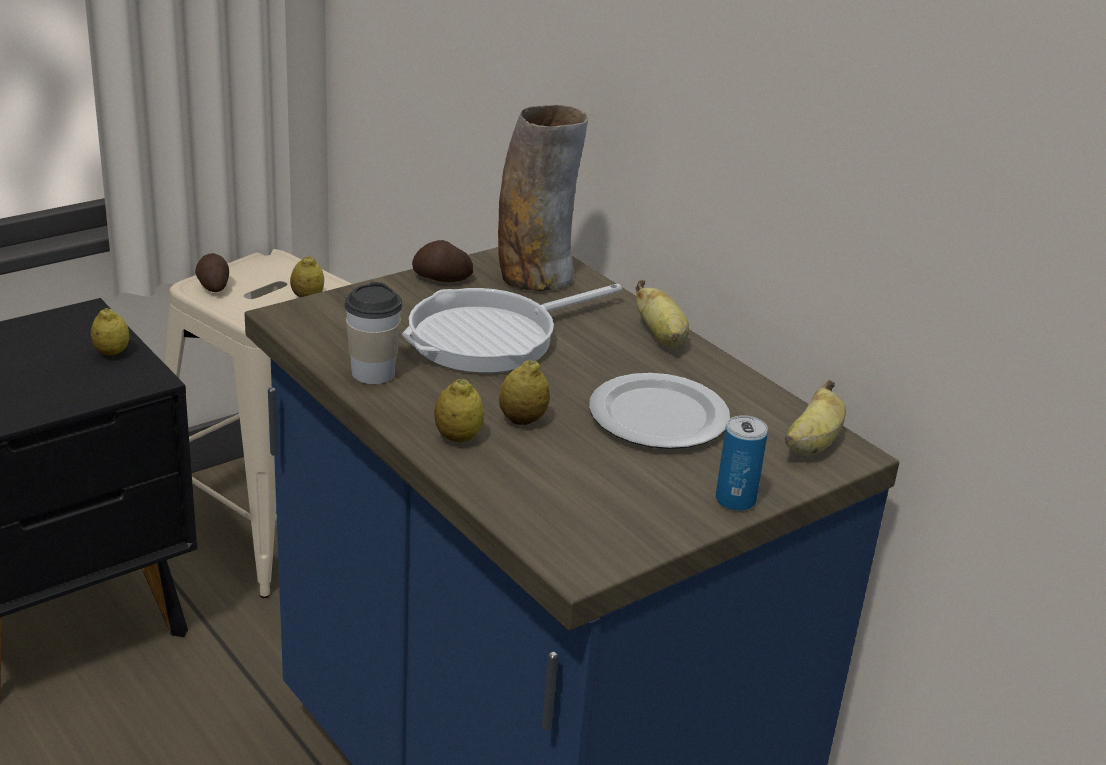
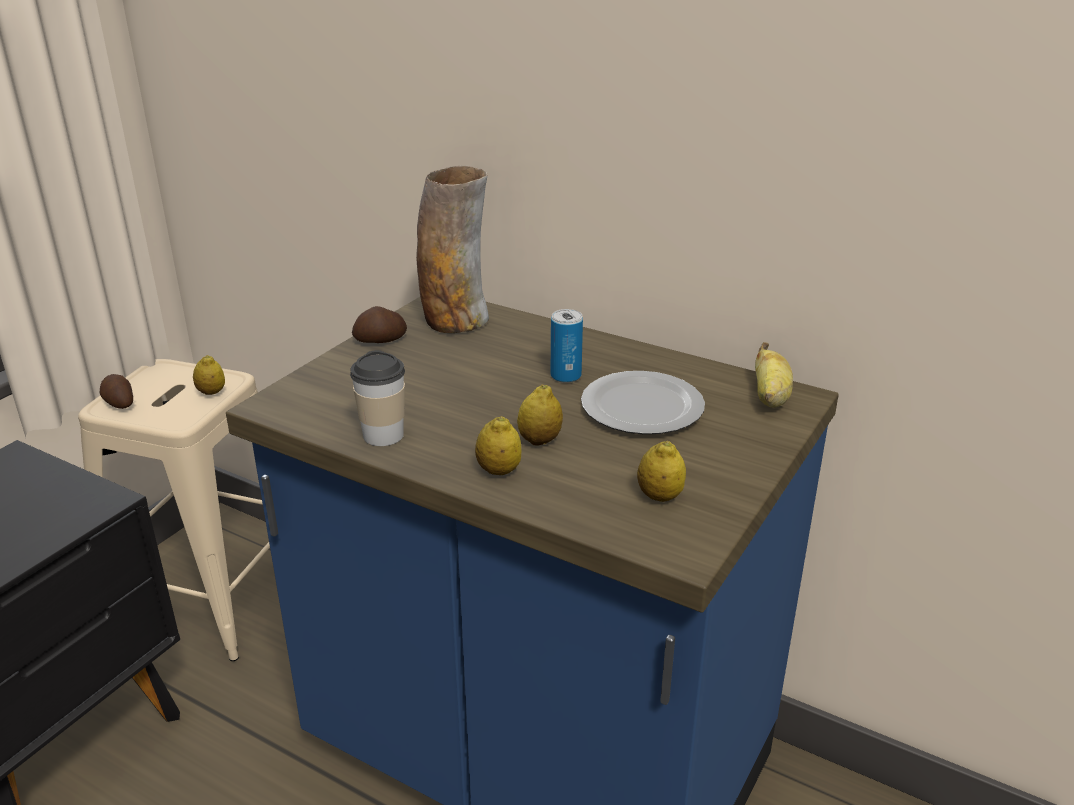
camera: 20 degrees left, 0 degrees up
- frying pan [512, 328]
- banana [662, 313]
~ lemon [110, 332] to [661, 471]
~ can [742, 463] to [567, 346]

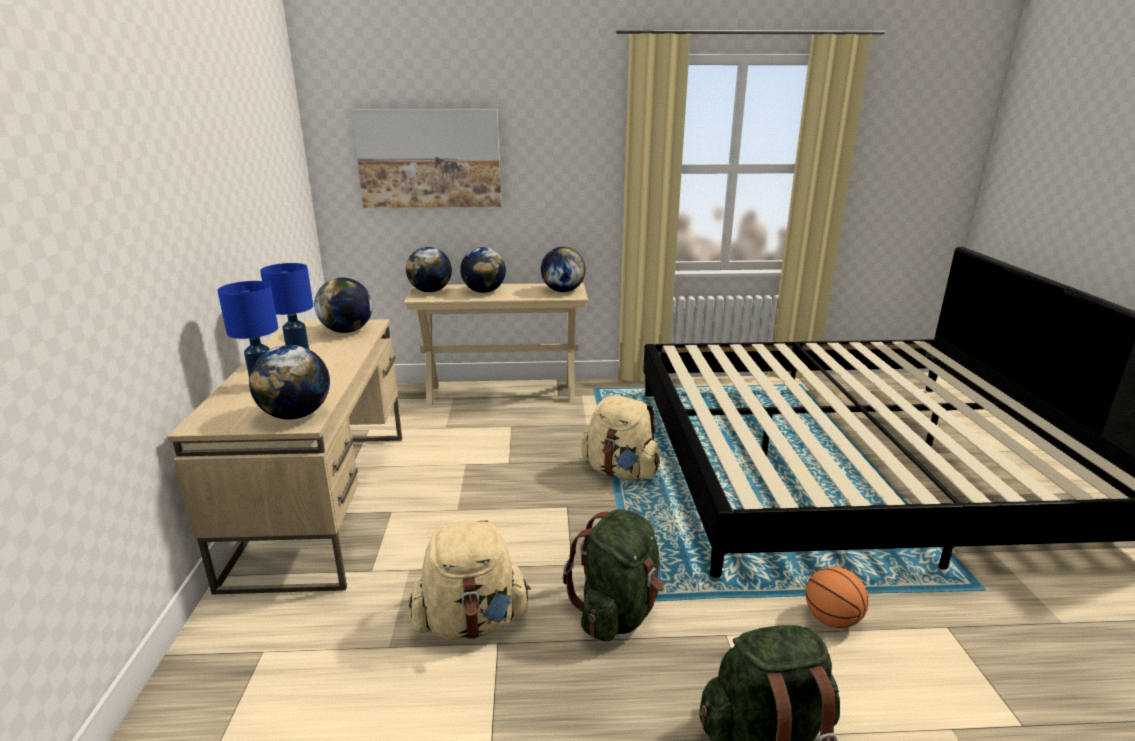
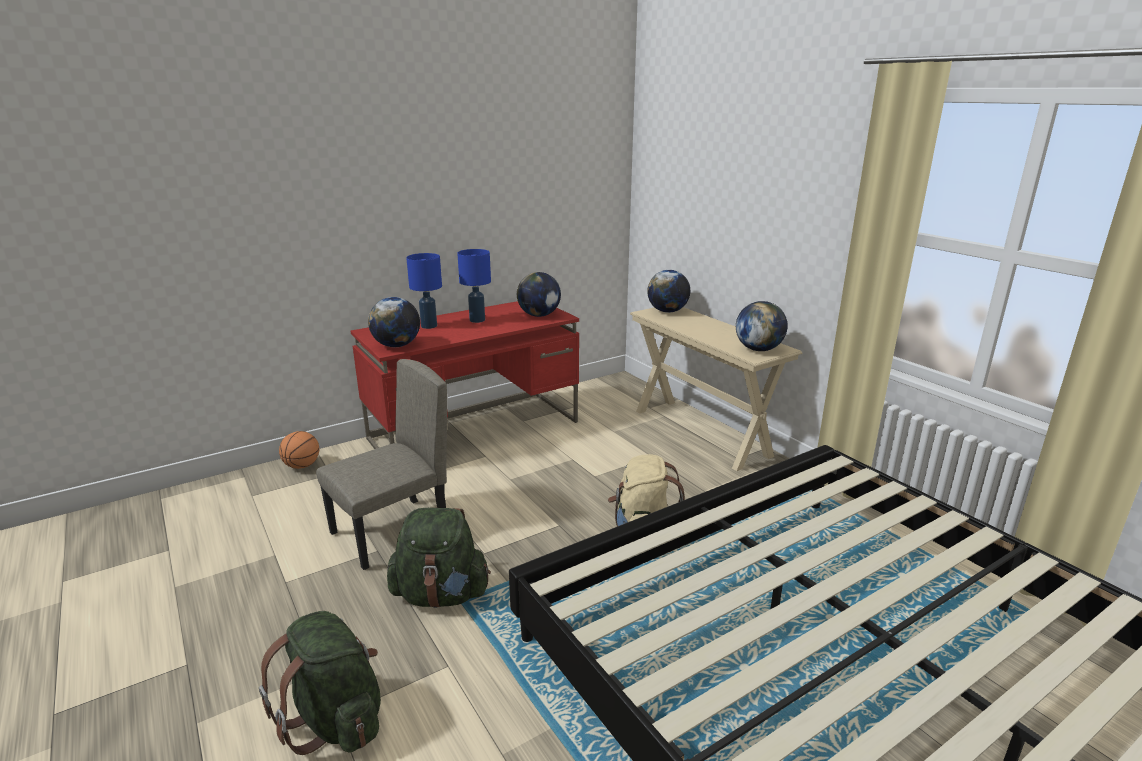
camera: 60 degrees right, 0 degrees up
- picture [426, 158]
- globe [483, 270]
~ basketball [837, 597] to [299, 450]
~ backpack/beige [470, 580] to chair/beige [381, 464]
~ desk/beige [284, 457] to desk/red [465, 375]

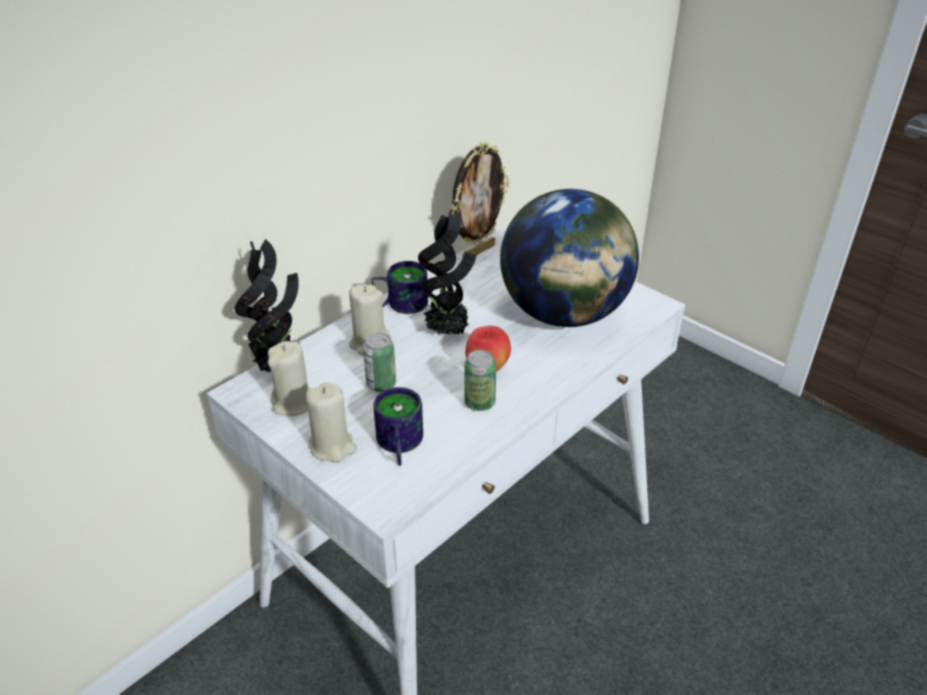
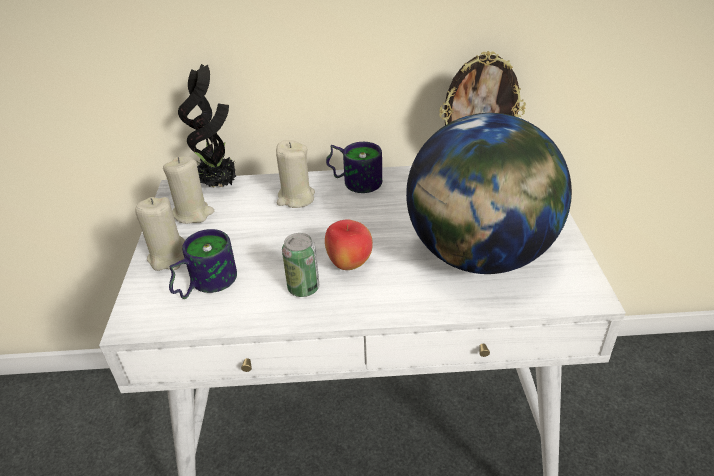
camera: 45 degrees right, 0 degrees up
- can [379, 362]
- potted plant [447, 272]

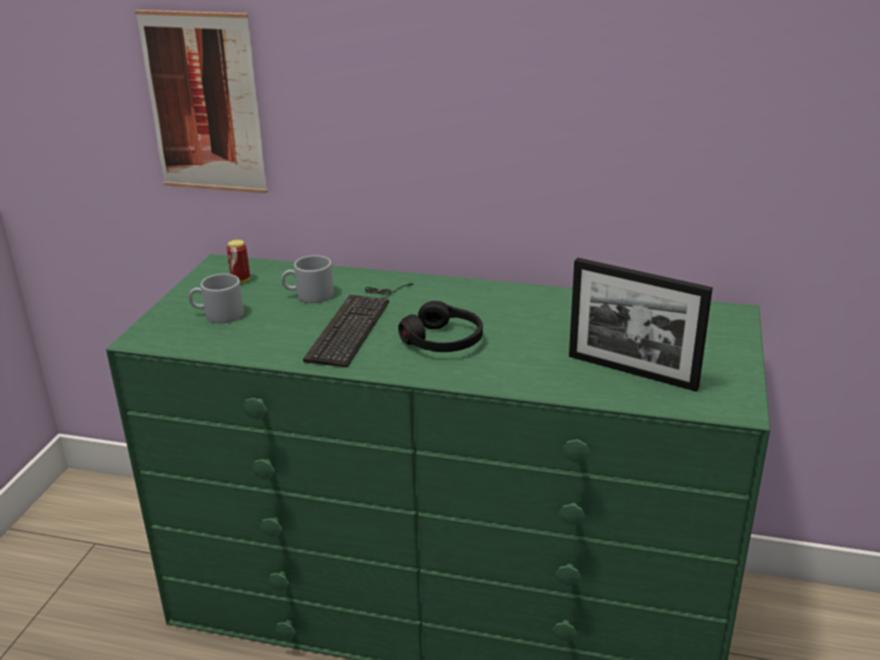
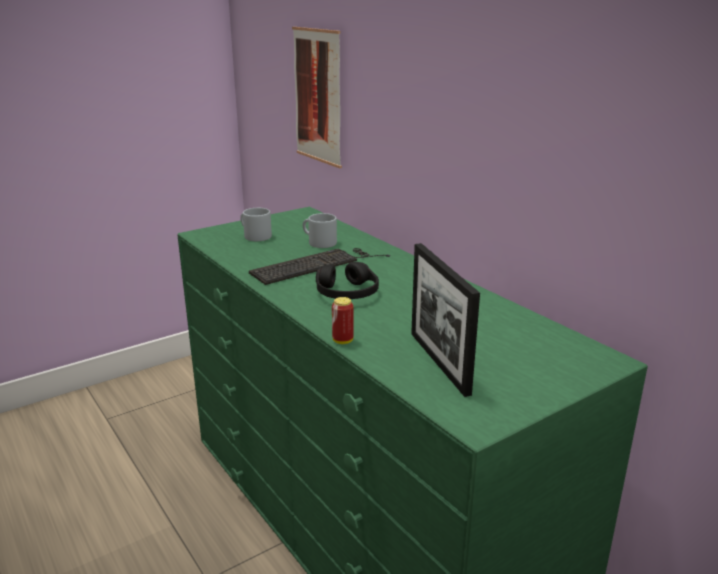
camera: 40 degrees right, 5 degrees down
~ can [238, 261] to [343, 320]

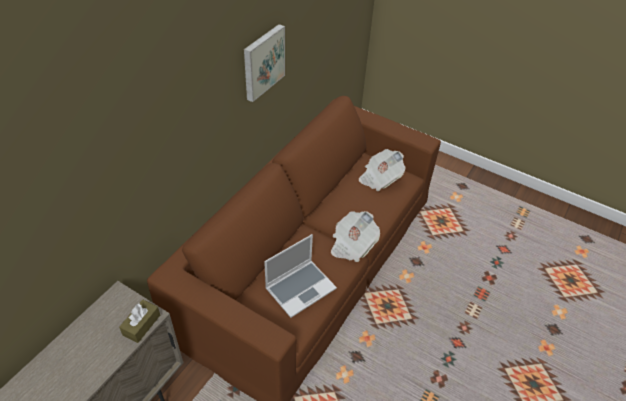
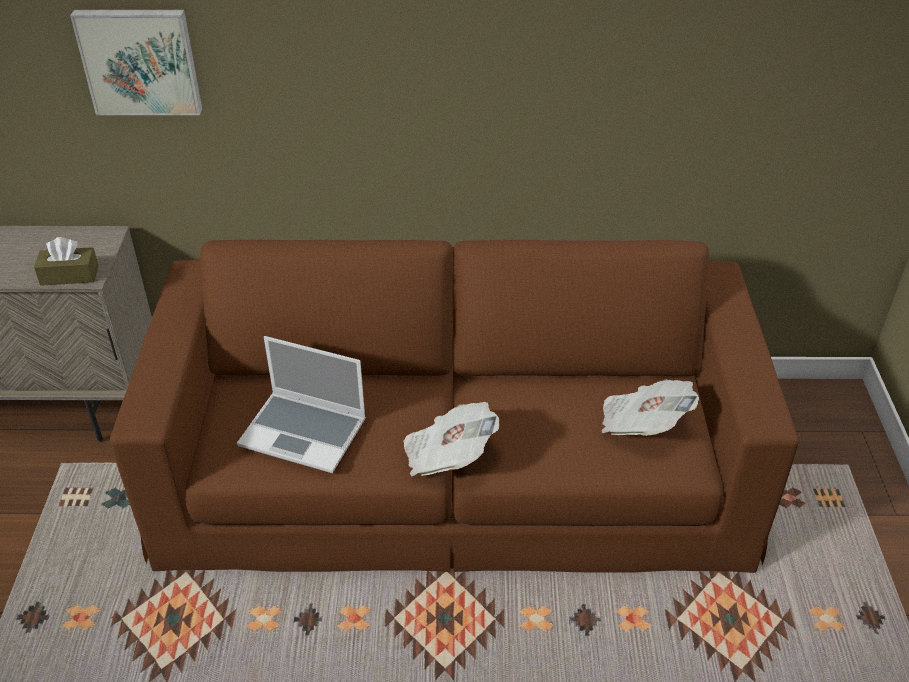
camera: 60 degrees right, 5 degrees down
~ picture [264, 63] to [136, 62]

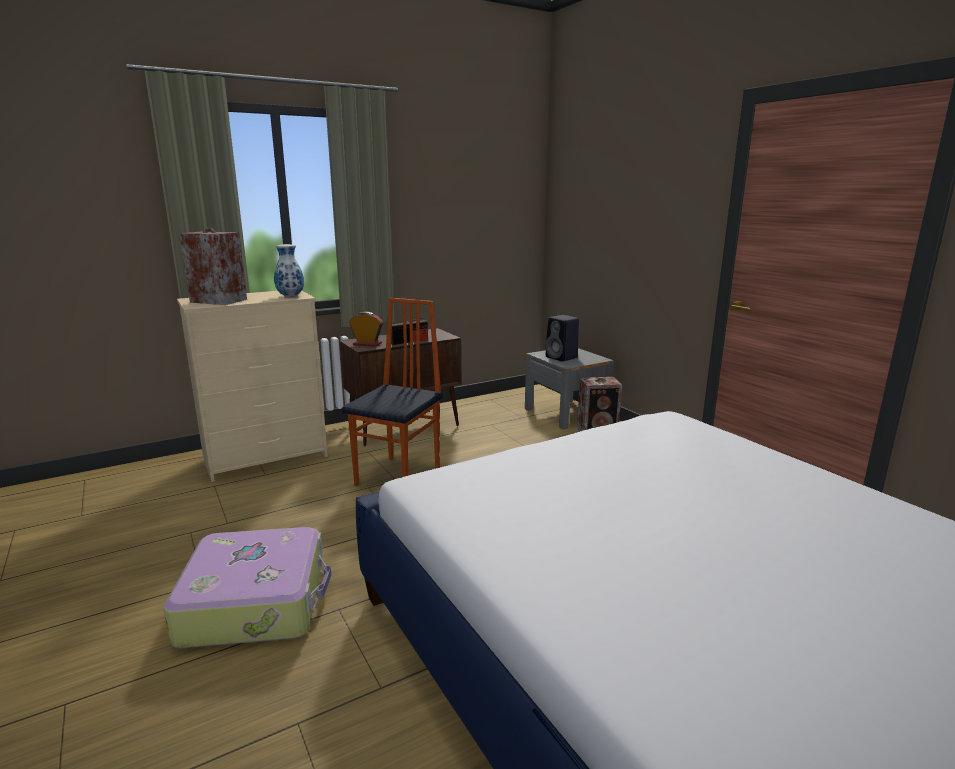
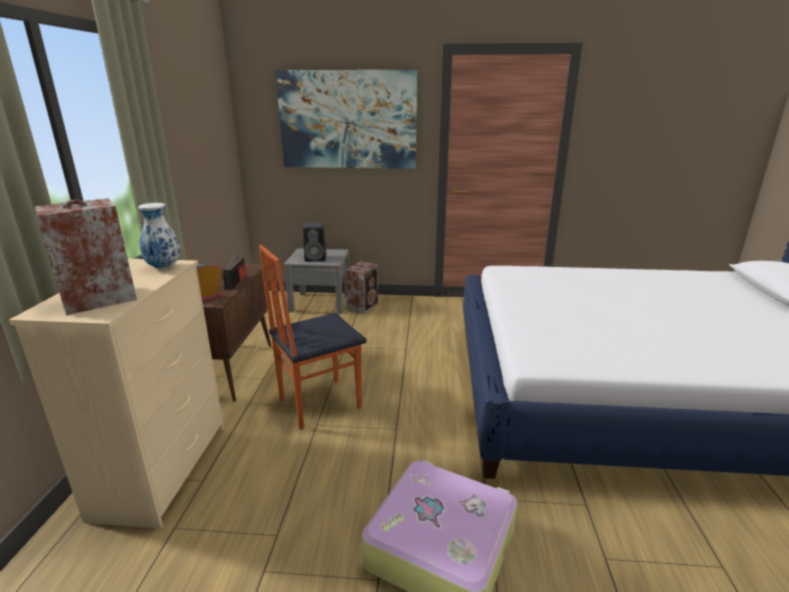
camera: 55 degrees left, 5 degrees up
+ picture [346, 119]
~ chair [392, 392] = [313, 337] 90 degrees counterclockwise

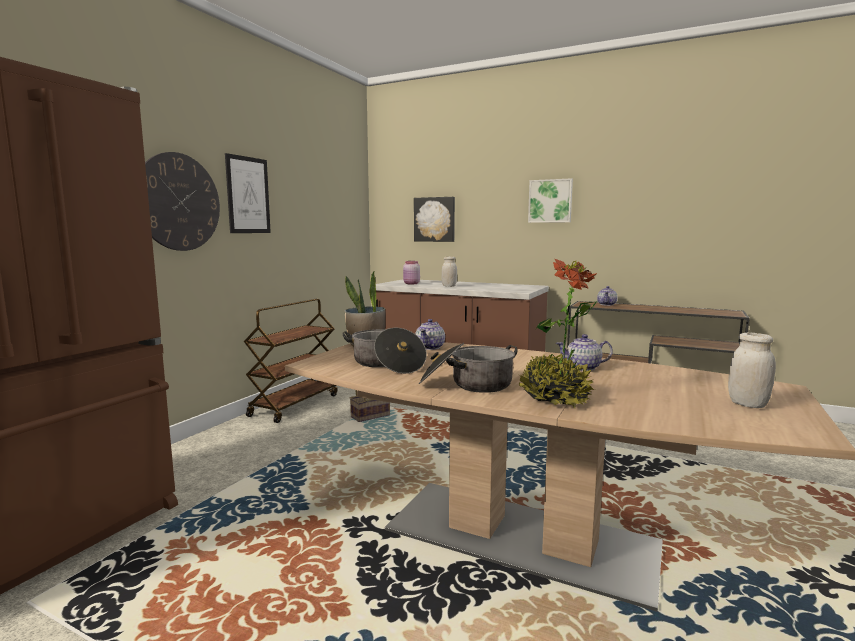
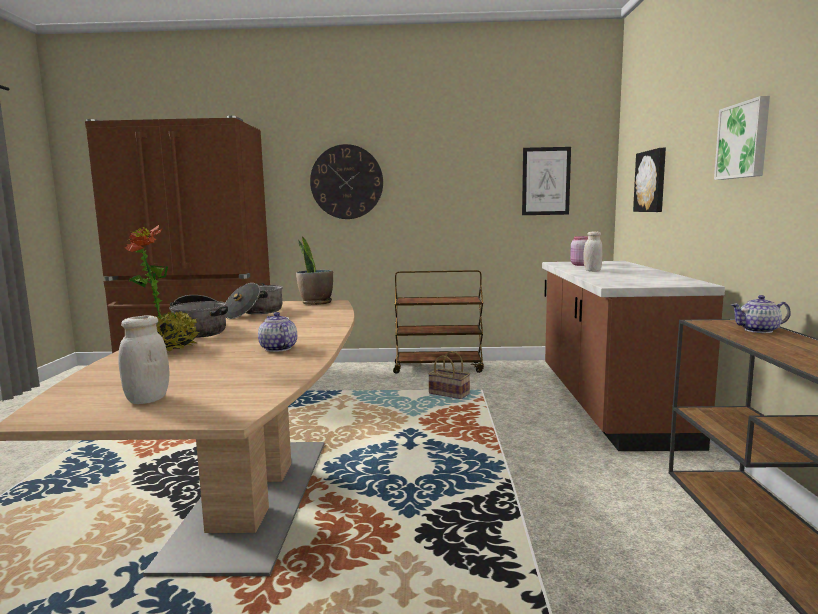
camera: 65 degrees right, 0 degrees up
- teapot [430, 334]
~ picture [248, 193] to [546, 181]

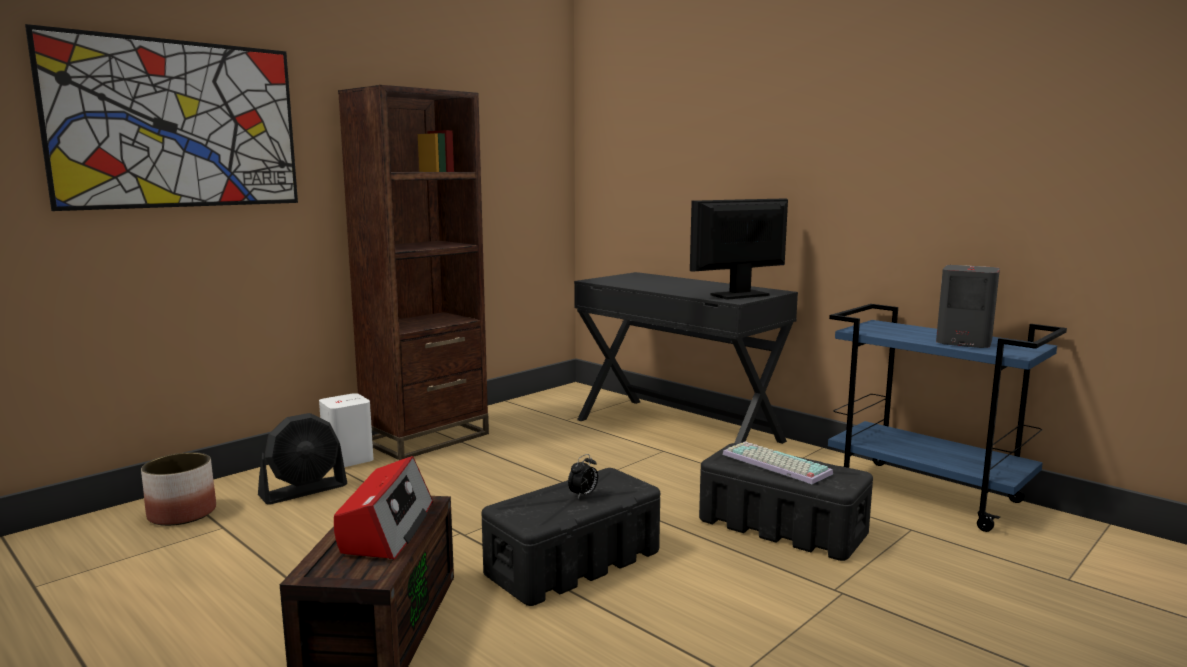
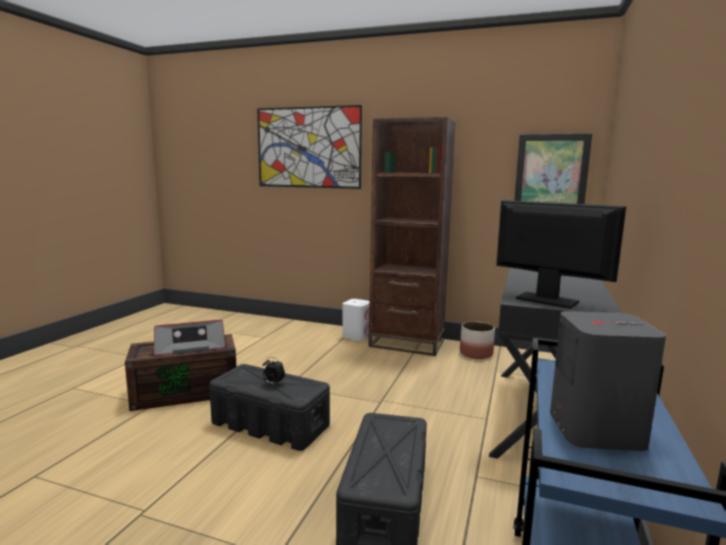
camera: 65 degrees right, 0 degrees up
- fan/black [302, 459]
- keyboard [778, 462]
+ picture [553, 168]
~ planter [178, 489] to [477, 340]

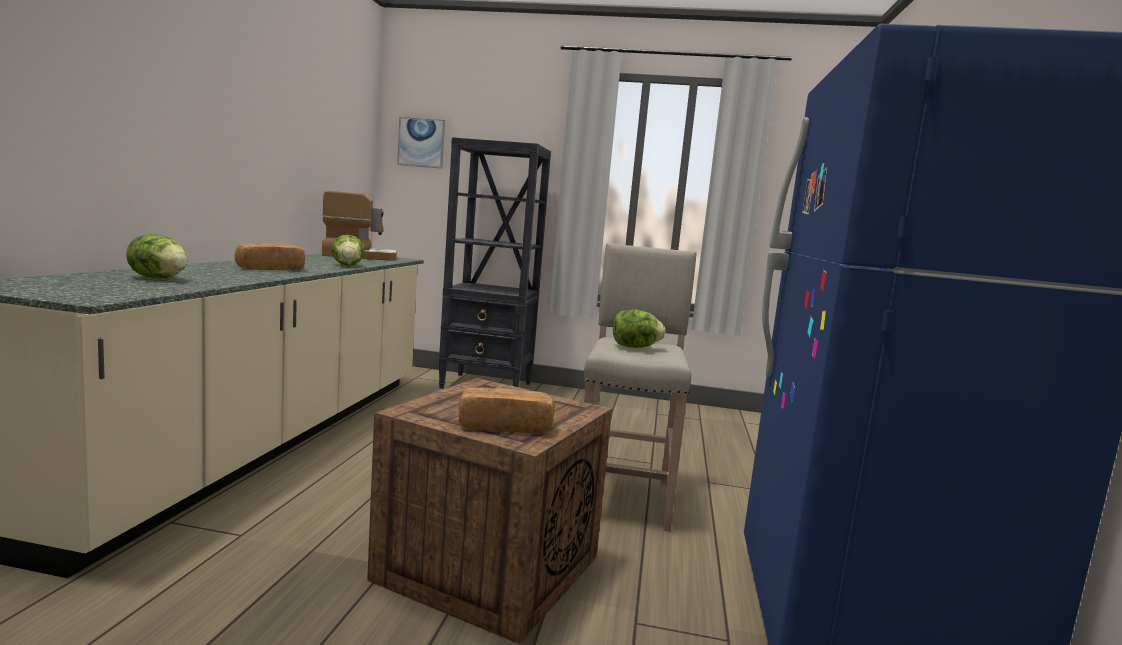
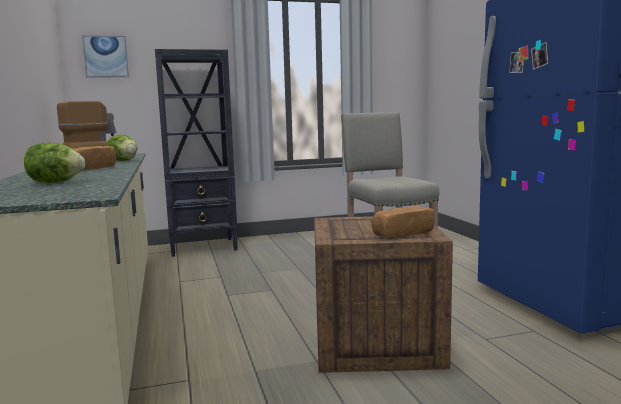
camera: 25 degrees left, 0 degrees up
- lettuce [639, 328]

